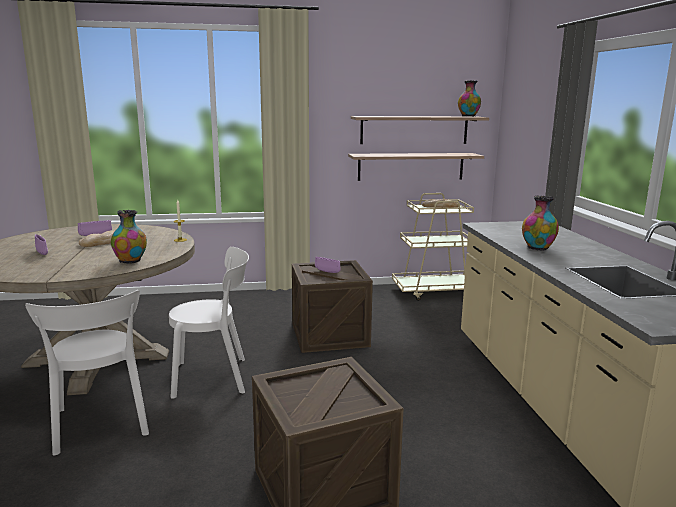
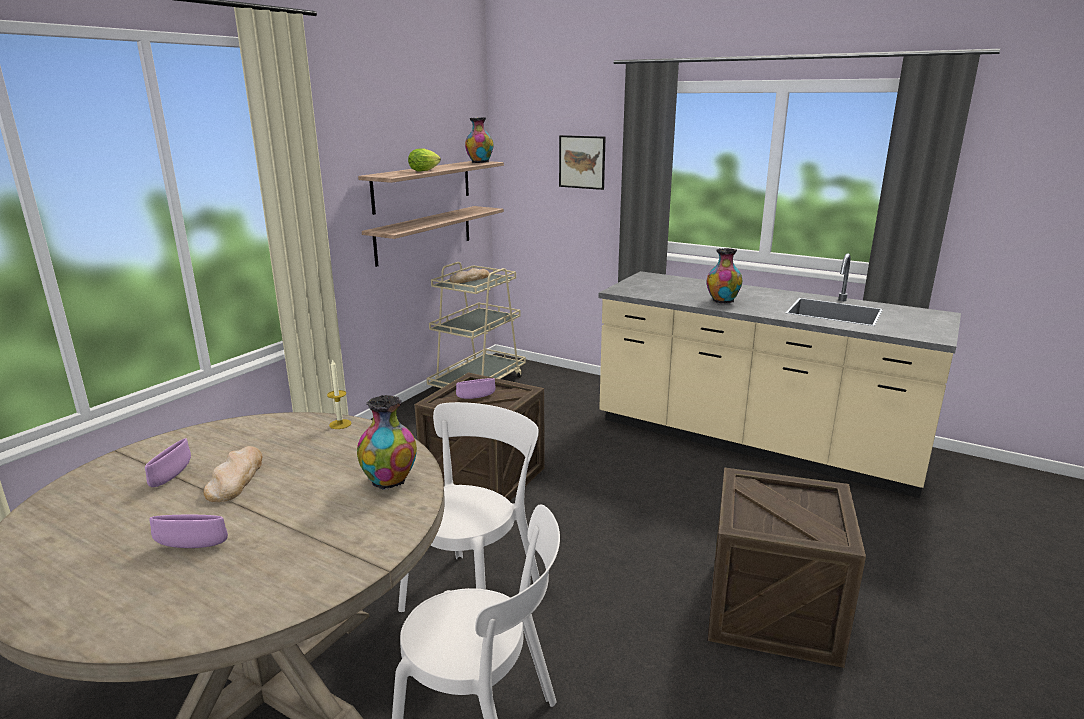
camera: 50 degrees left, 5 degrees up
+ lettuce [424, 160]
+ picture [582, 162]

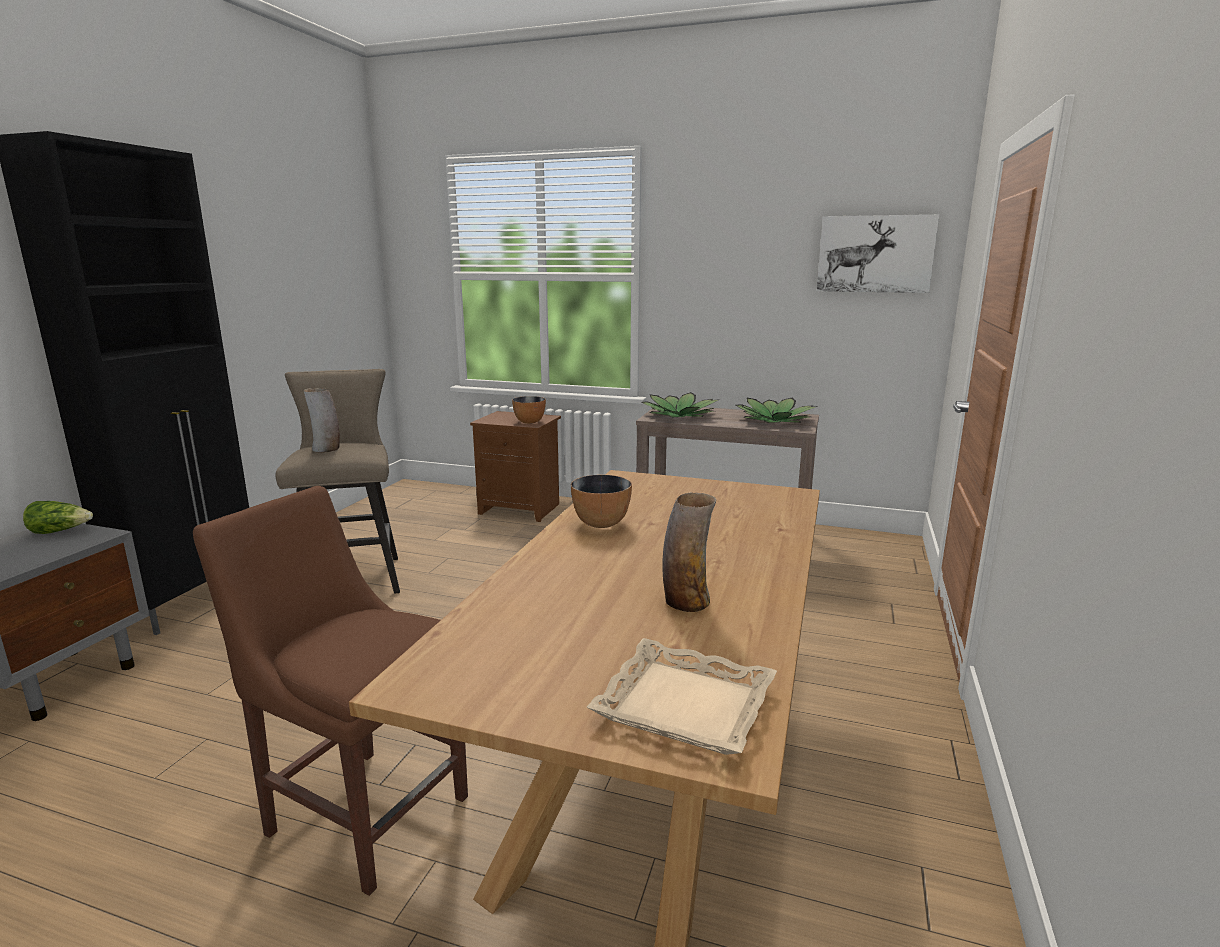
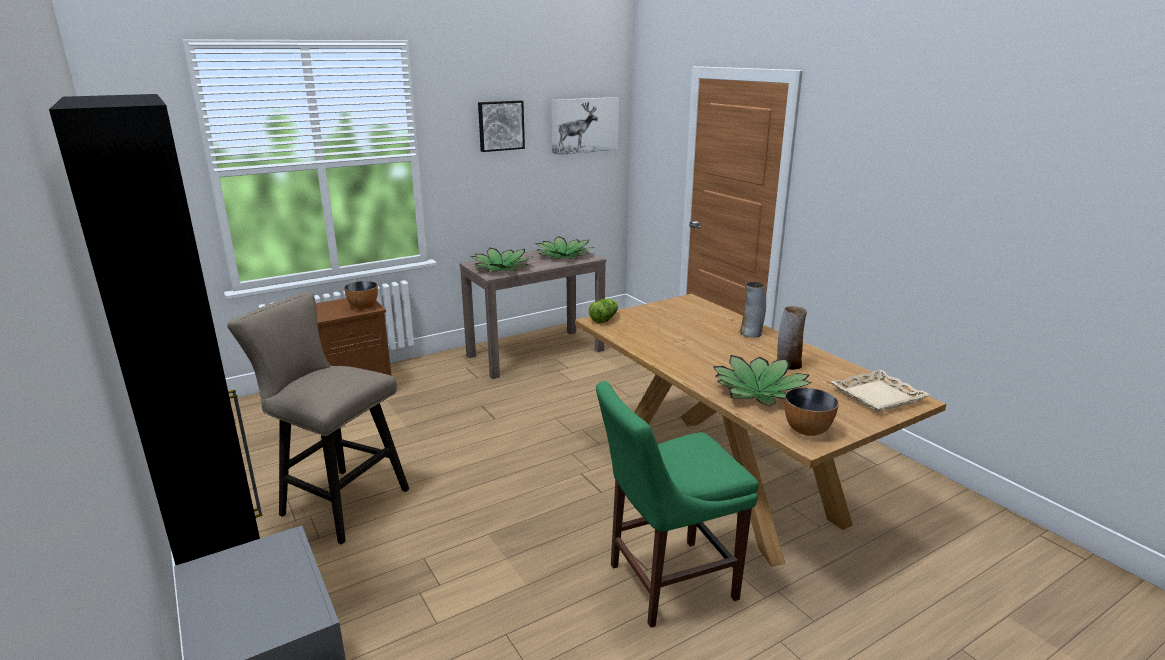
camera: 50 degrees left, 5 degrees up
+ picture [501, 126]
+ potted plant [762, 381]
~ lettuce [58, 517] to [603, 311]
~ vase [322, 420] to [753, 310]
~ bowl [601, 501] to [812, 412]
~ chair/brown [330, 691] to chair/green [677, 504]

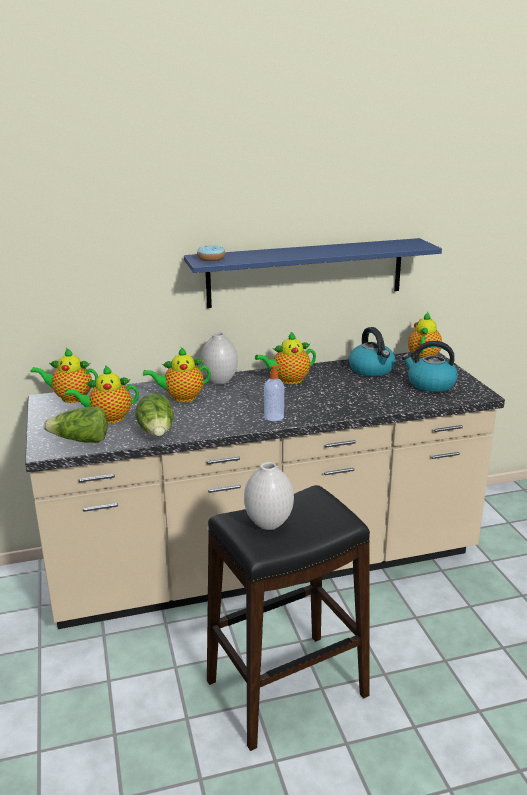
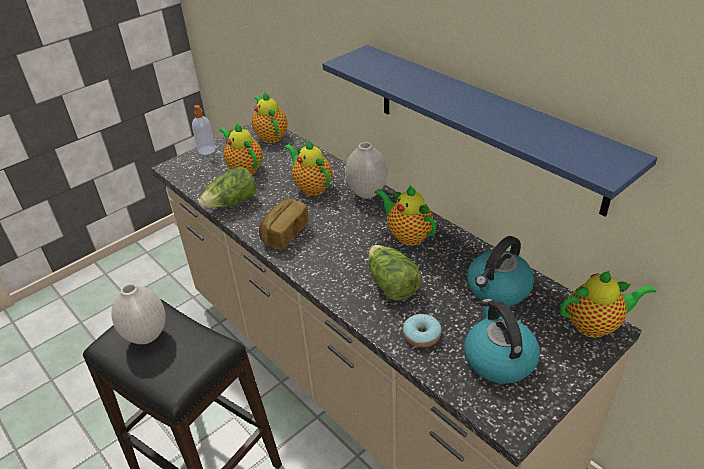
camera: 65 degrees right, 15 degrees up
+ bread [284, 224]
~ lettuce [75, 424] to [394, 273]
~ donut [211, 253] to [422, 331]
~ soap dispenser [275, 393] to [204, 130]

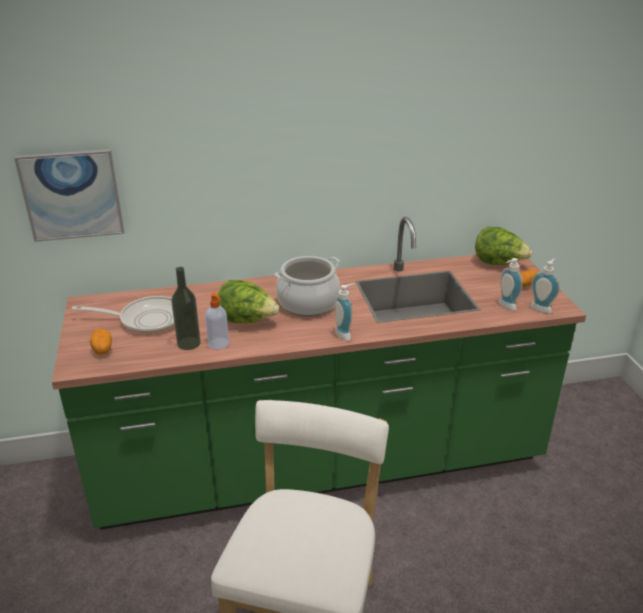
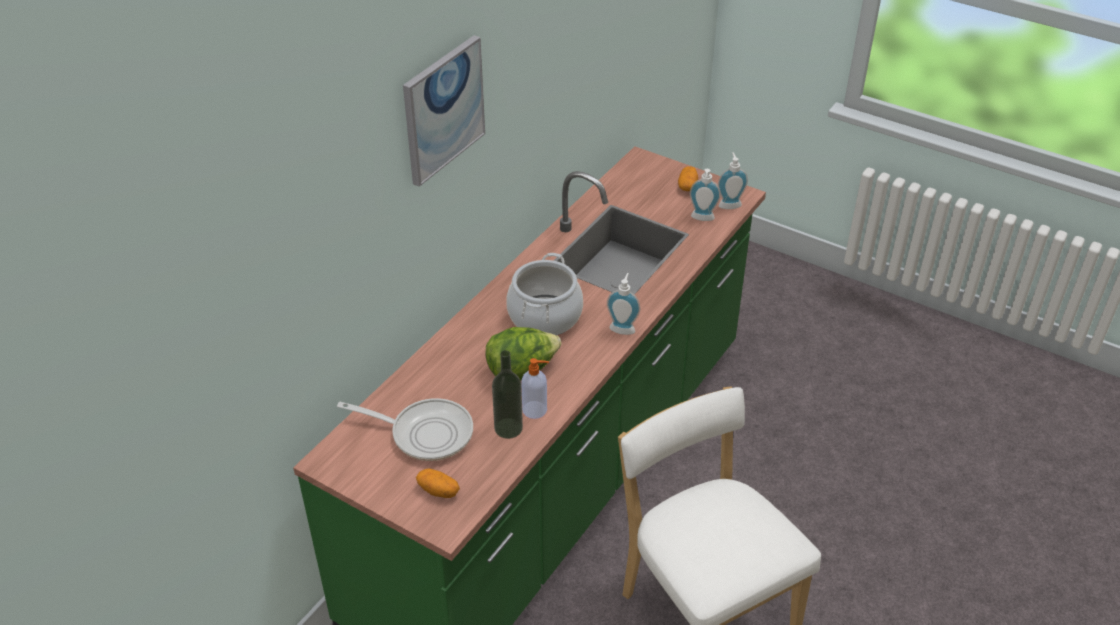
camera: 45 degrees left, 10 degrees up
- lettuce [504, 246]
~ picture [69, 195] to [444, 111]
~ frying pan [123, 315] = [405, 429] 60 degrees clockwise

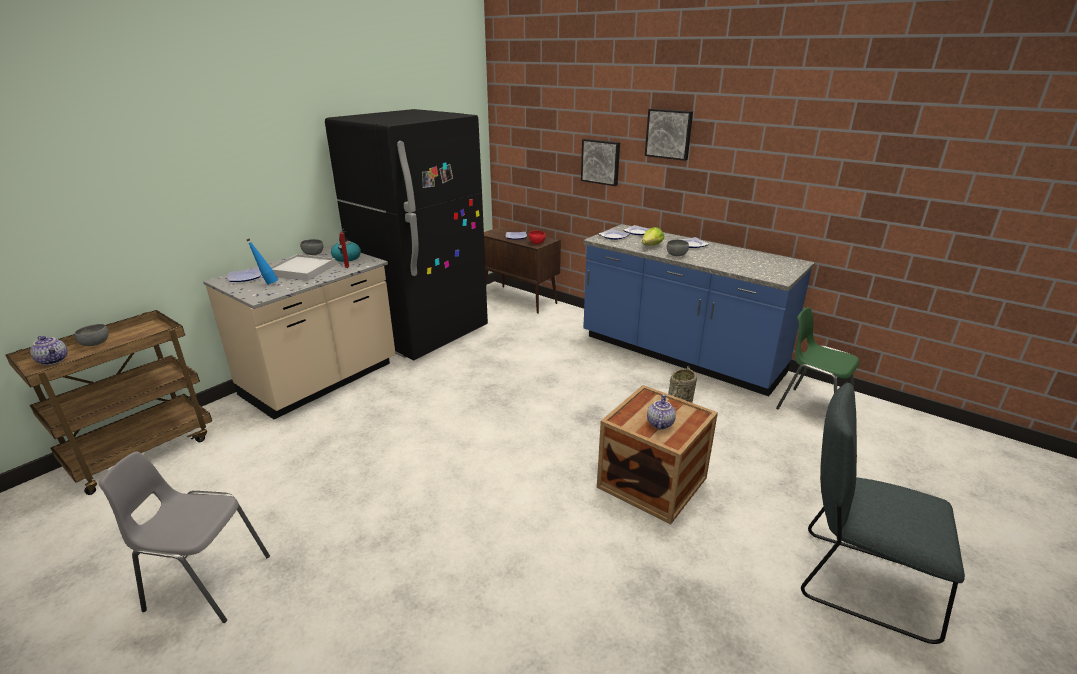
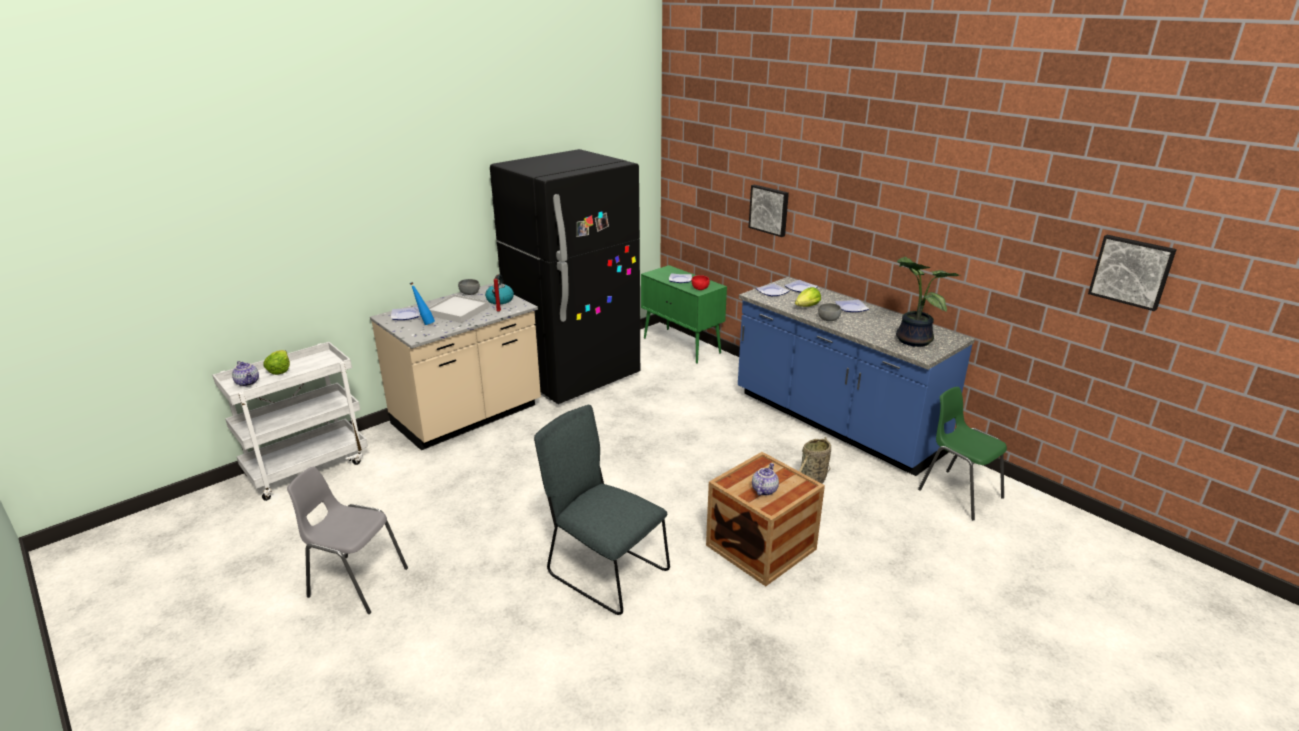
camera: 10 degrees right, 0 degrees up
+ potted plant [928, 302]
~ picture [669, 135] to [1132, 273]
~ chair/grey [883, 513] to [602, 510]
~ bowl/grey [91, 335] to lettuce [276, 362]
~ cart/brown [109, 402] to cart/white [290, 421]
~ cabinet/brown [522, 270] to cabinet/green [684, 314]

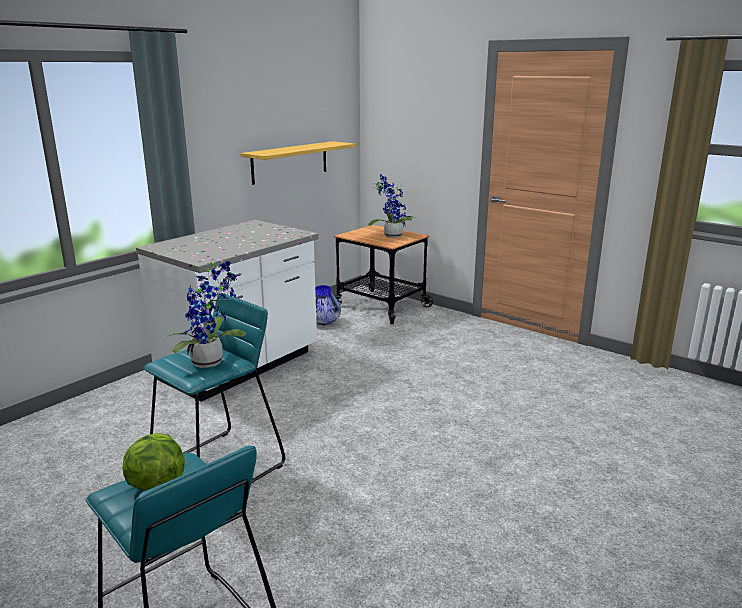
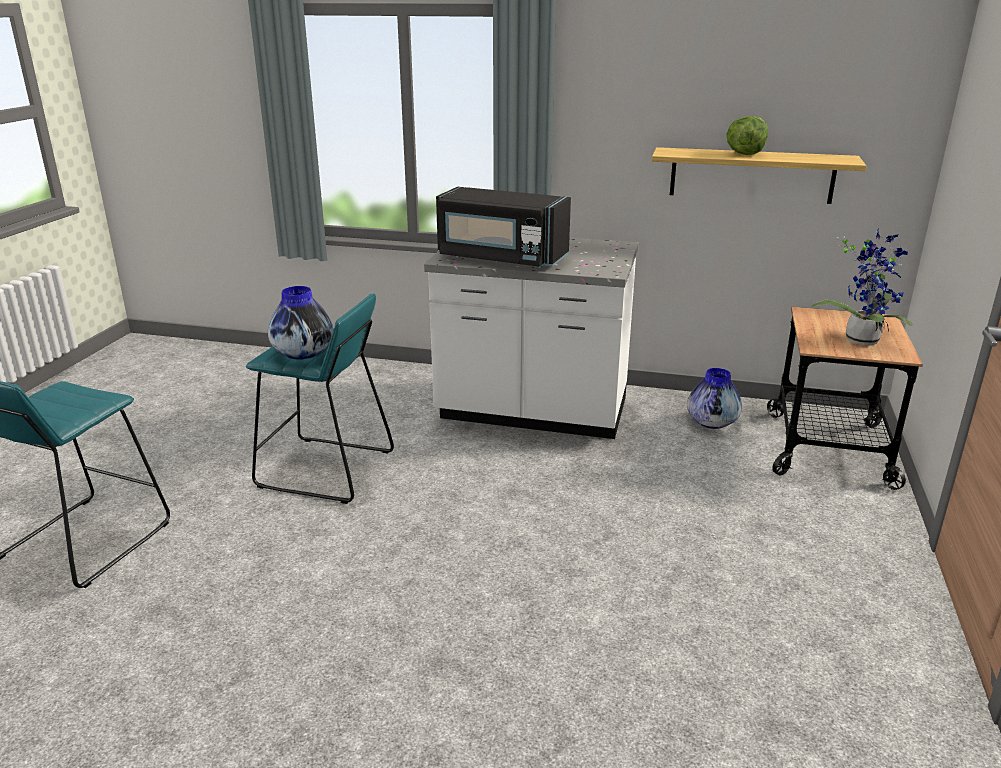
camera: 65 degrees right, 5 degrees up
+ microwave/black [503, 227]
~ lettuce [153, 462] to [747, 135]
~ potted plant [206, 313] to vase [301, 323]

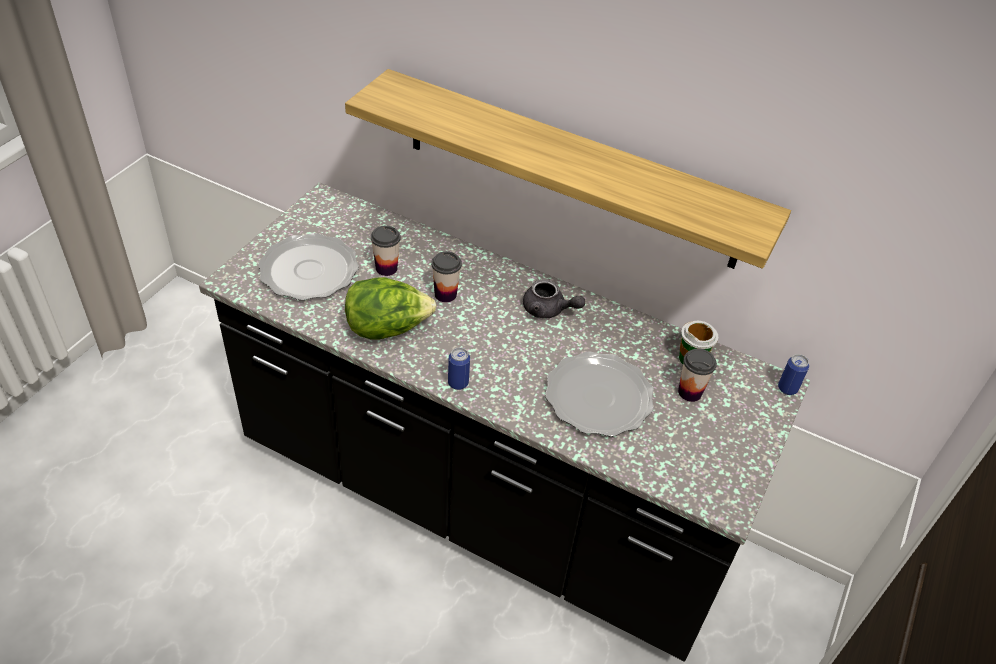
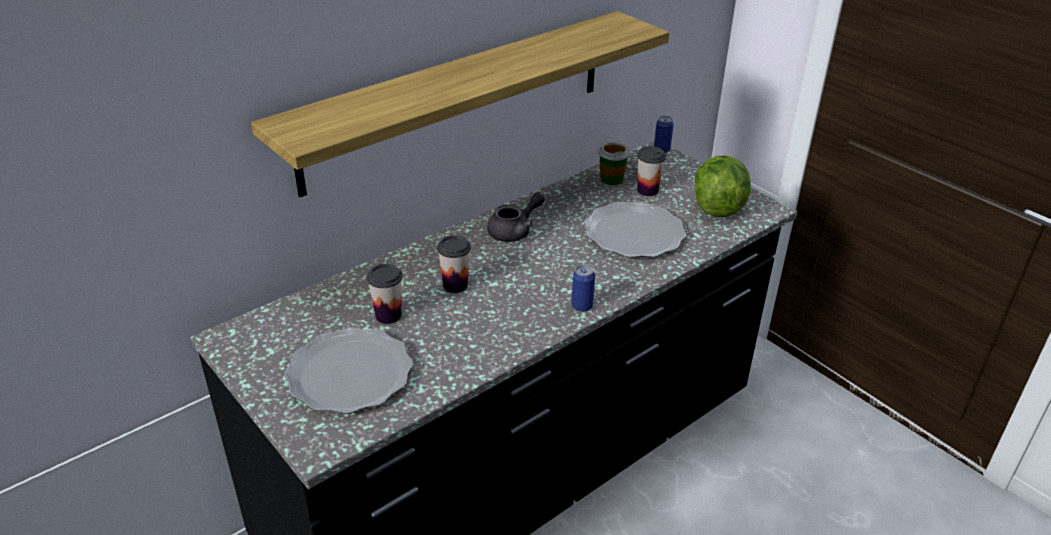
camera: 65 degrees left, 10 degrees down
~ lettuce [391, 308] to [723, 186]

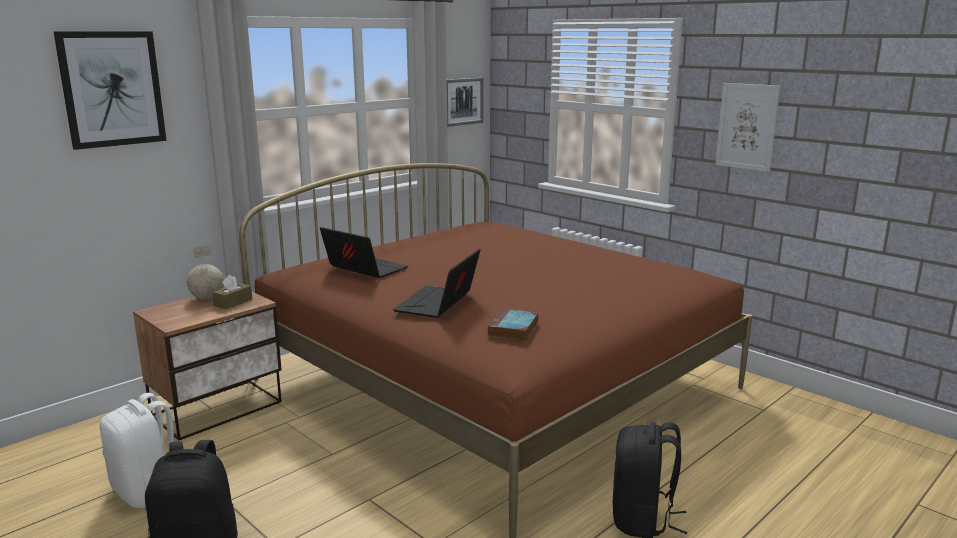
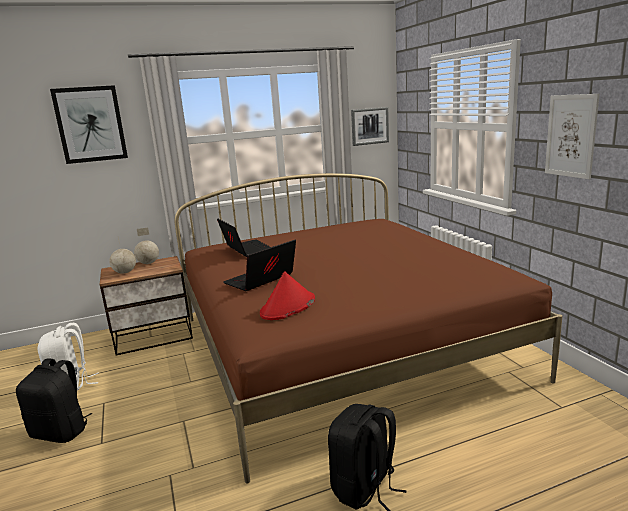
camera: 25 degrees right, 0 degrees up
- tissue box/brown [232, 292]
+ globe [122, 255]
~ book [513, 325] to hat/red [287, 295]

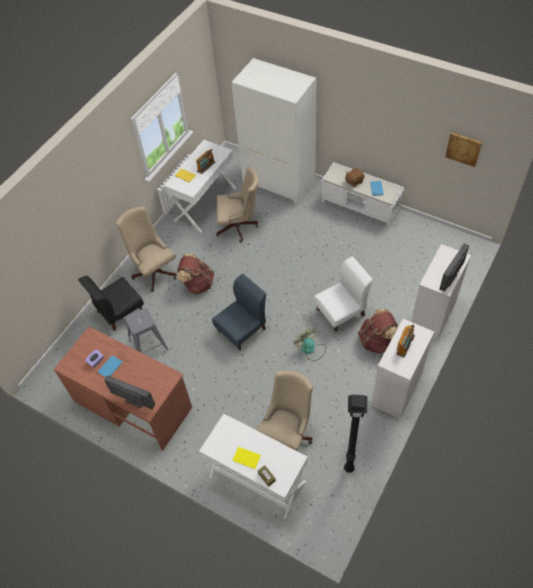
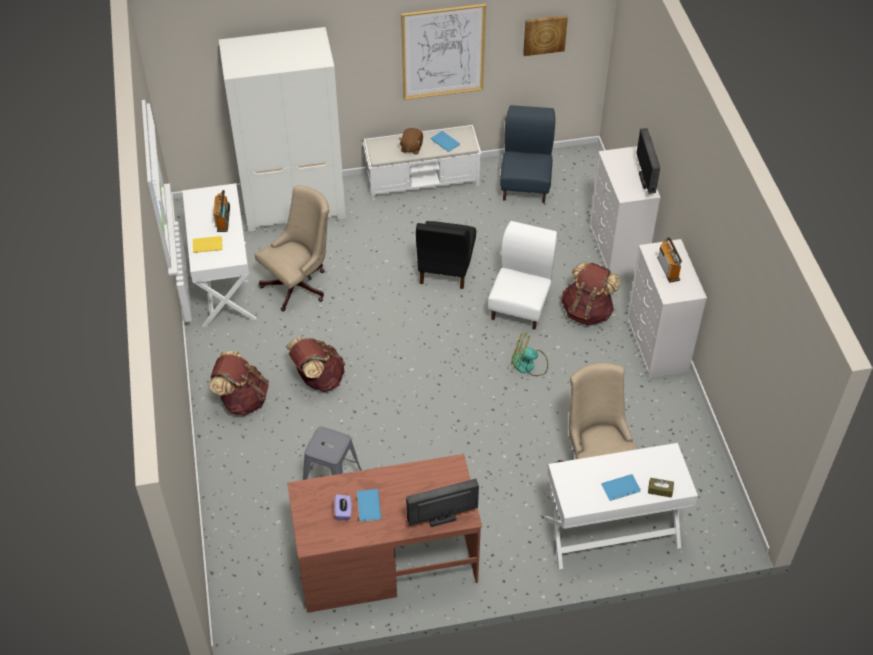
camera: 45 degrees left, 5 degrees down
- floor lamp/black [355, 434]
+ picture [443, 52]
~ chair/black [111, 303] to [446, 255]
~ chair/blue [239, 312] to [527, 154]
~ office chair/beige [146, 249] to backpack/brown [239, 383]
~ book/yellow [247, 458] to book/blue [621, 487]

